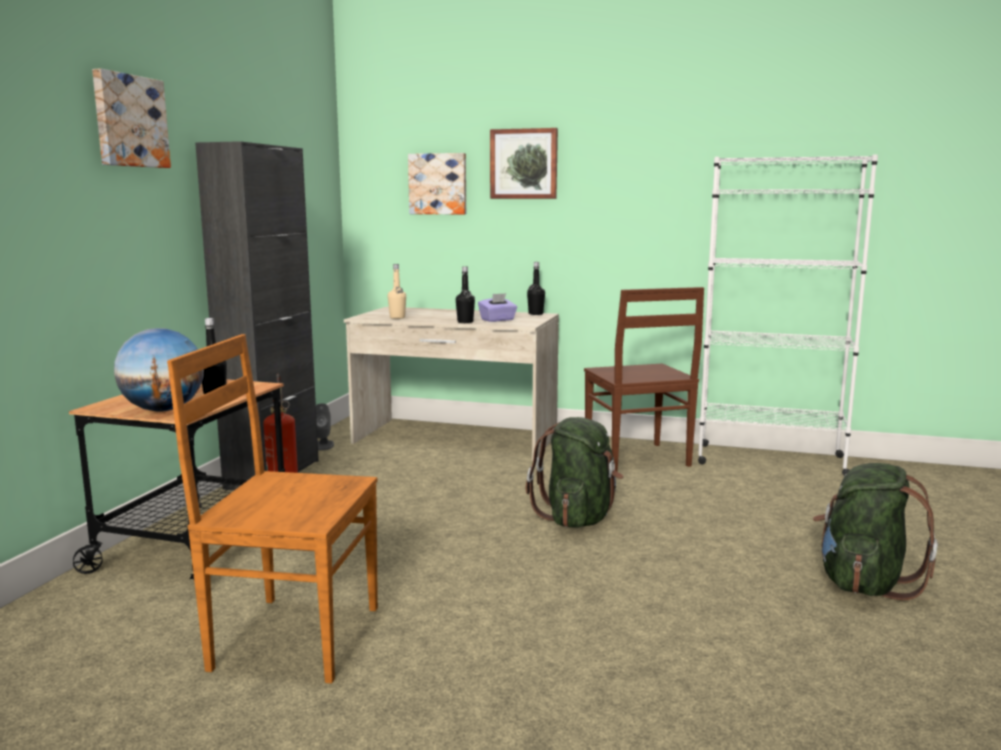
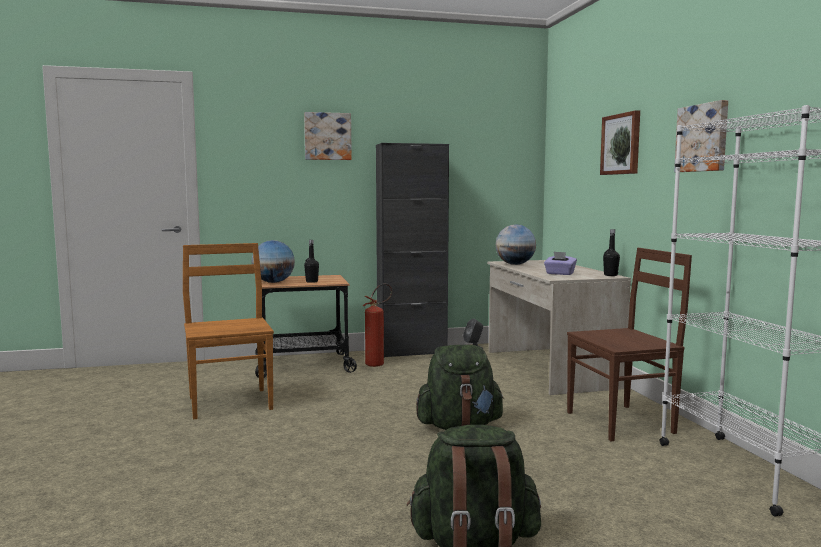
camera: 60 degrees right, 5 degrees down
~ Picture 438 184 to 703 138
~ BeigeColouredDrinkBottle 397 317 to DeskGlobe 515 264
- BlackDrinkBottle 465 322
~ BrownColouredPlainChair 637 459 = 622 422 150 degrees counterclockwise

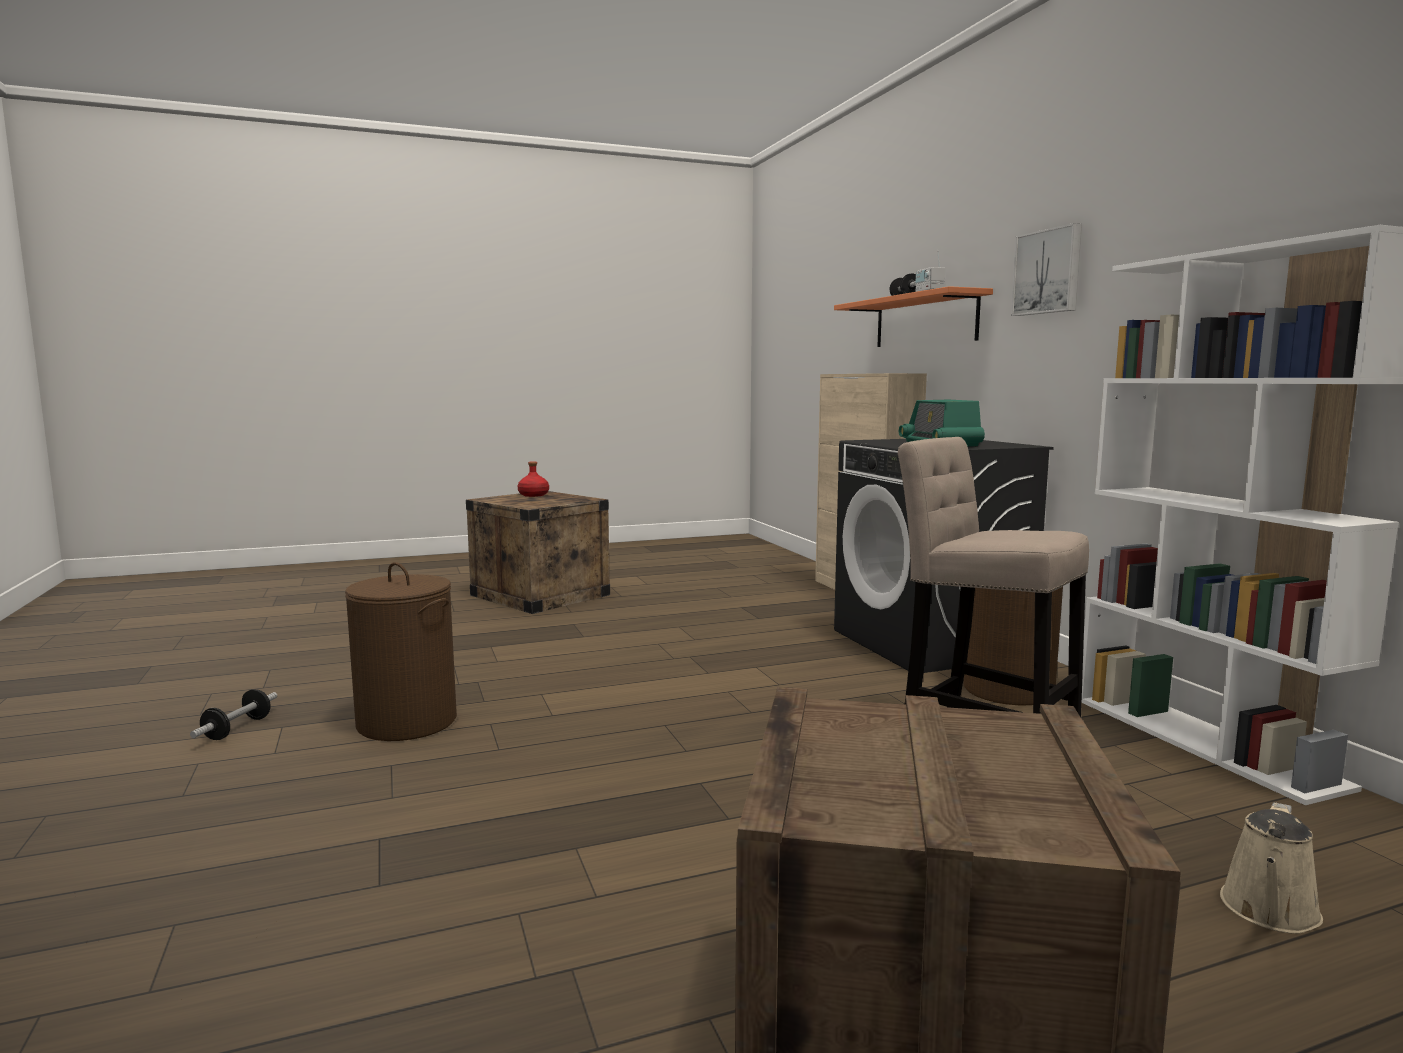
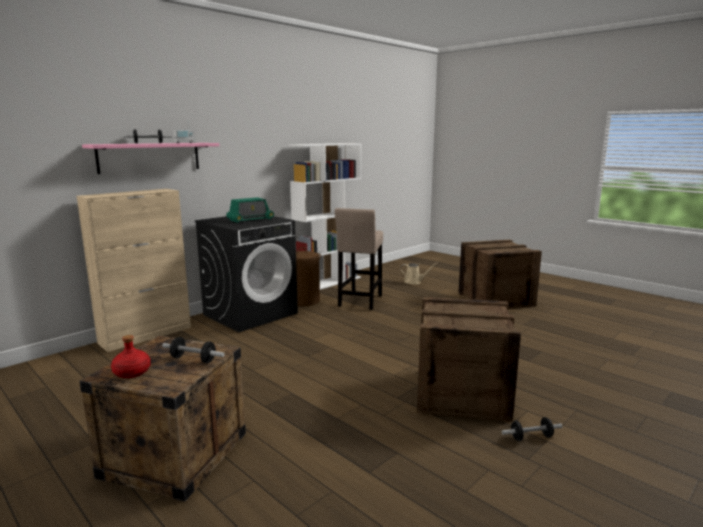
camera: 115 degrees left, 5 degrees up
- Picture 1048 272
~ OrangeyWallShelf 925 321 to PinkColouredWallShelf 150 157
~ BrownColouredLaundryBasket 407 722 to Crate 461 393
+ FreeWeight 193 359

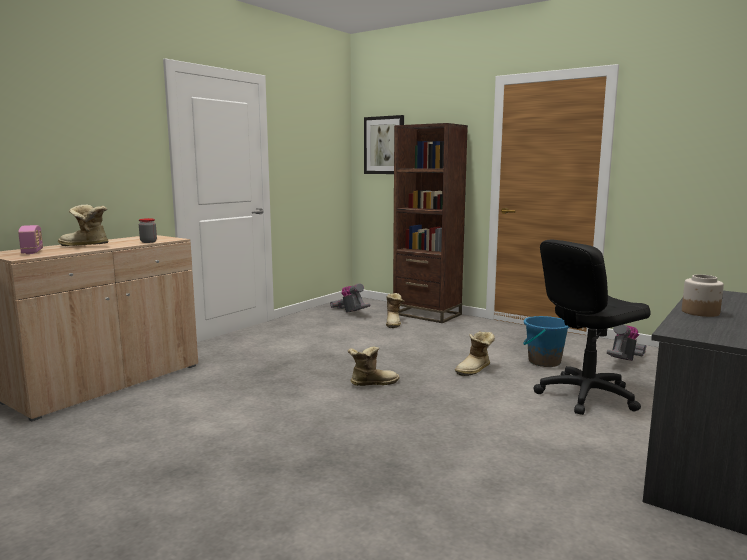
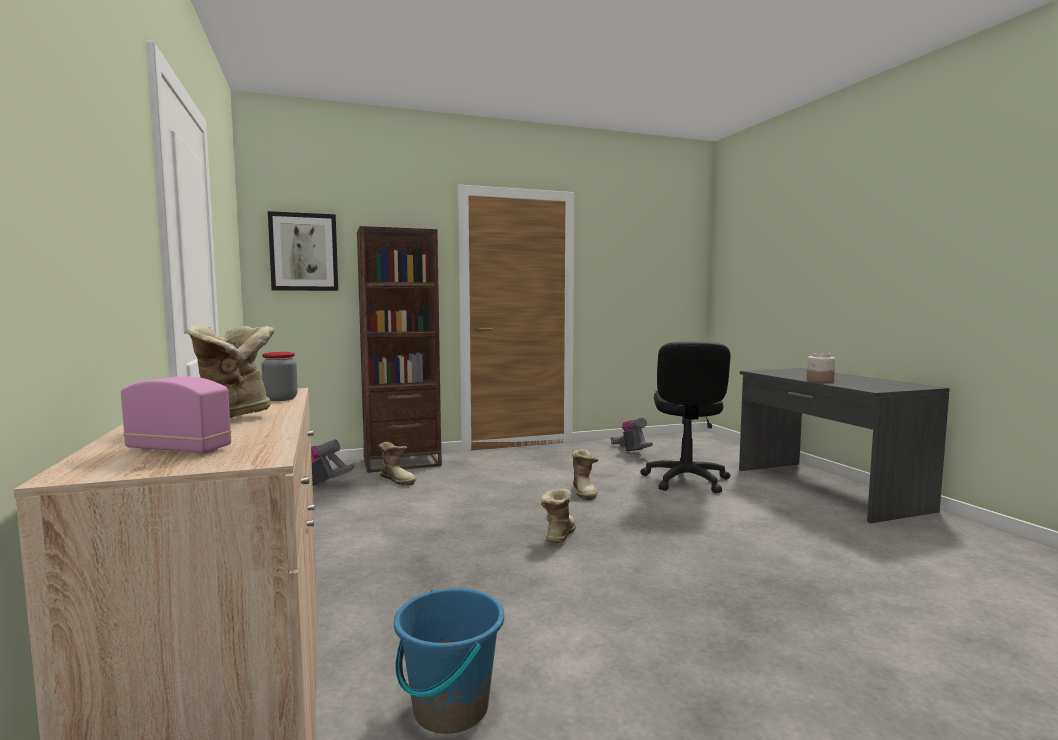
camera: 55 degrees left, 5 degrees down
~ BlueColouredBucket 544 362 to 450 708

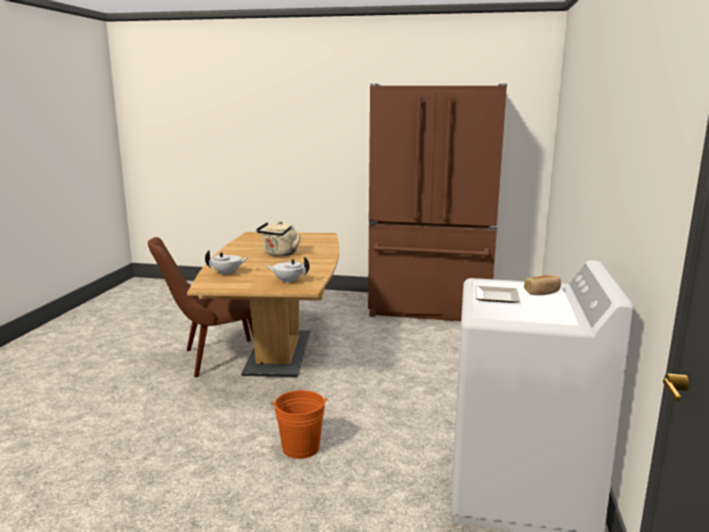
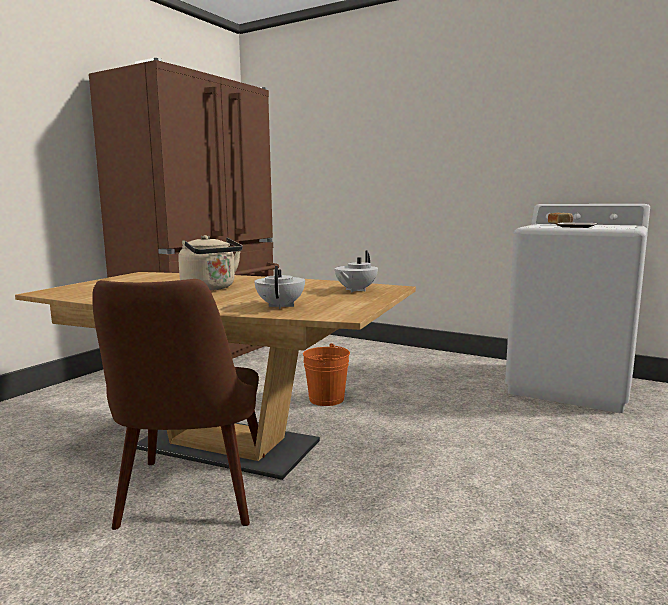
camera: 70 degrees left, 5 degrees down
~ OrangeyBucket 300 447 to 326 399

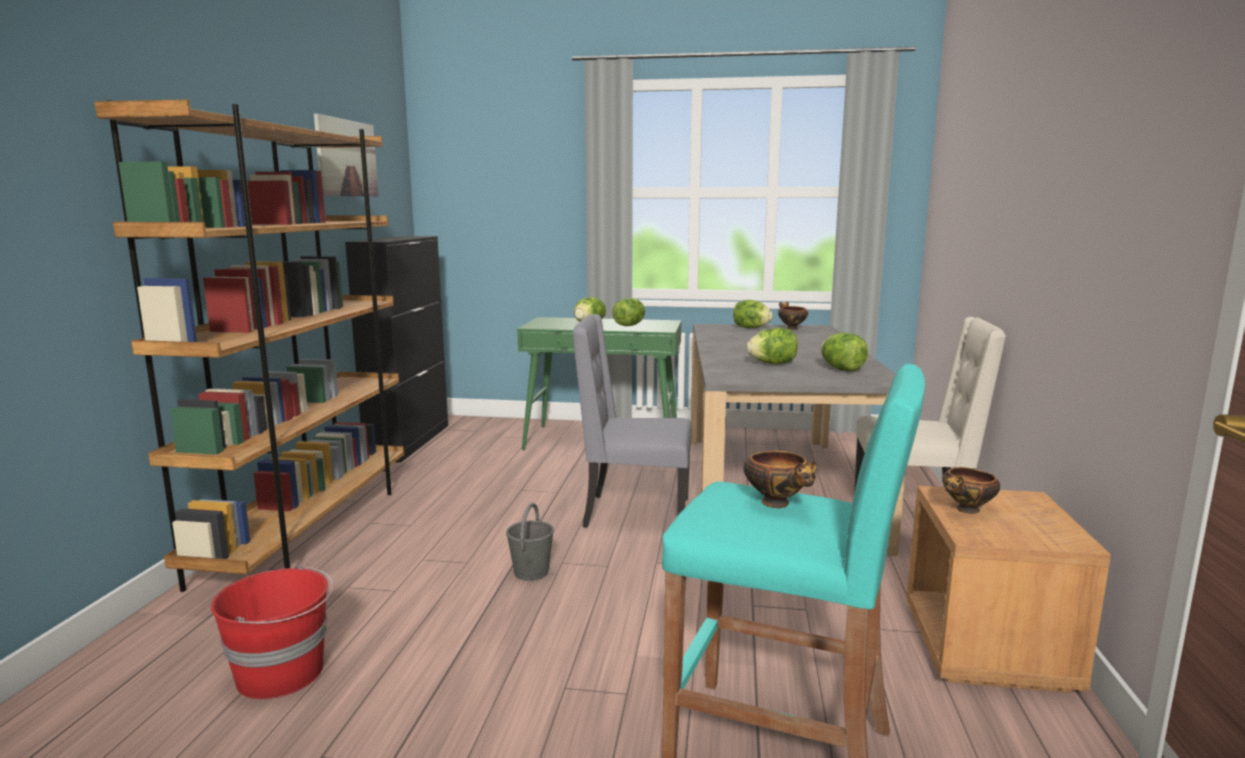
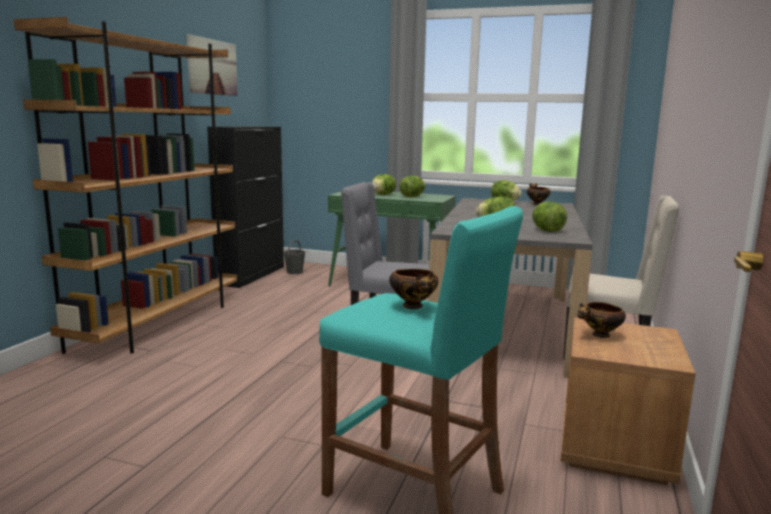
camera: 10 degrees right, 0 degrees up
~ GrayBucket 531 572 to 295 272
- RedColouredBucket 282 673

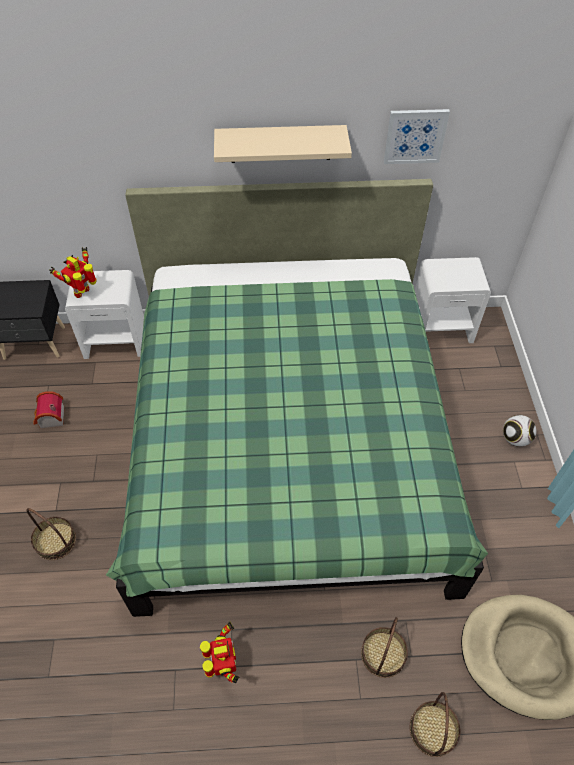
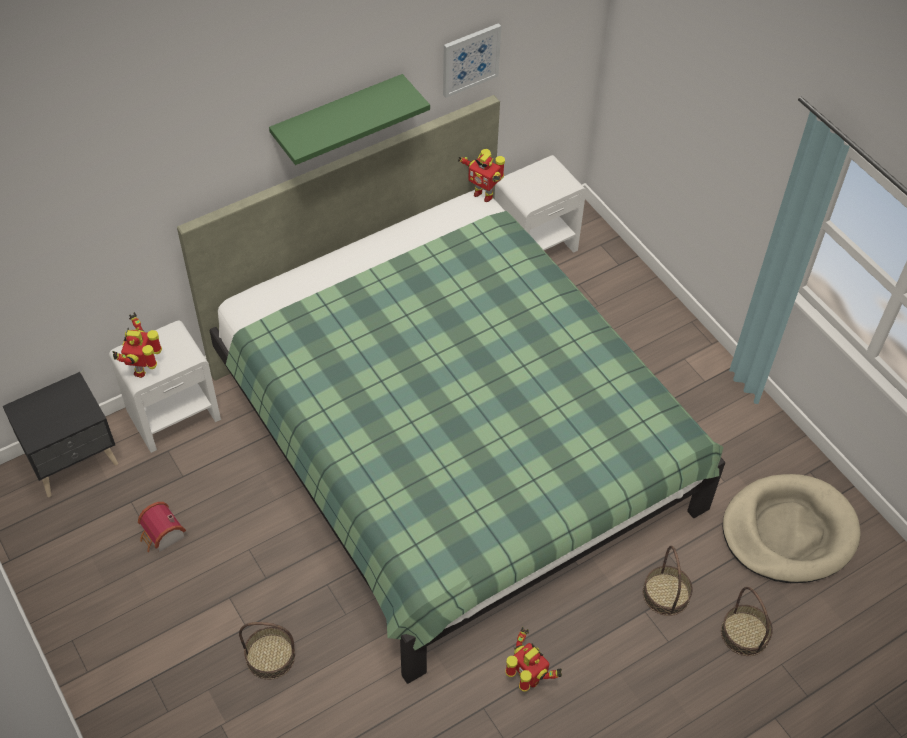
camera: 30 degrees left, 0 degrees up
~ BeigeColouredWallShelf 280 144 to GreenishWallShelf 338 116
- Football 515 439
+ ToyRobot 483 194

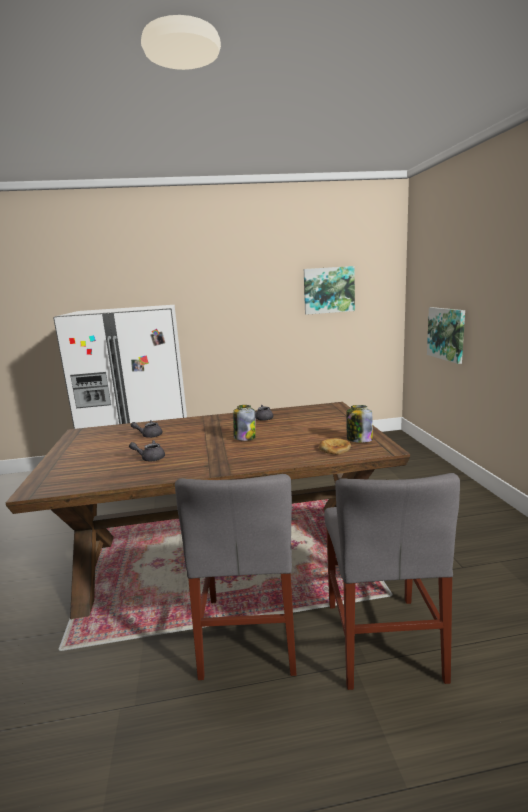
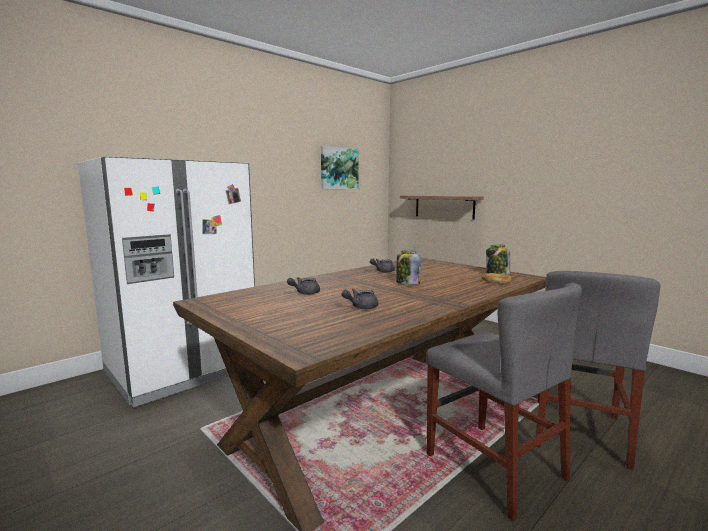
camera: 35 degrees left, 5 degrees down
~ Picture 446 334 to WallShelf 444 206
~ GrayPlainChair 382 639 = 578 430 60 degrees clockwise

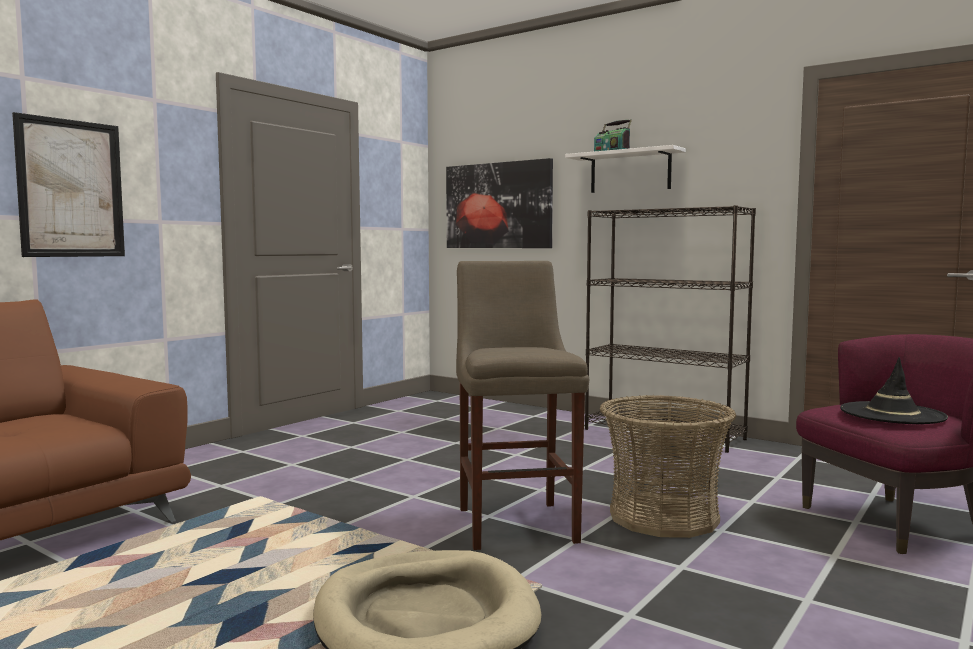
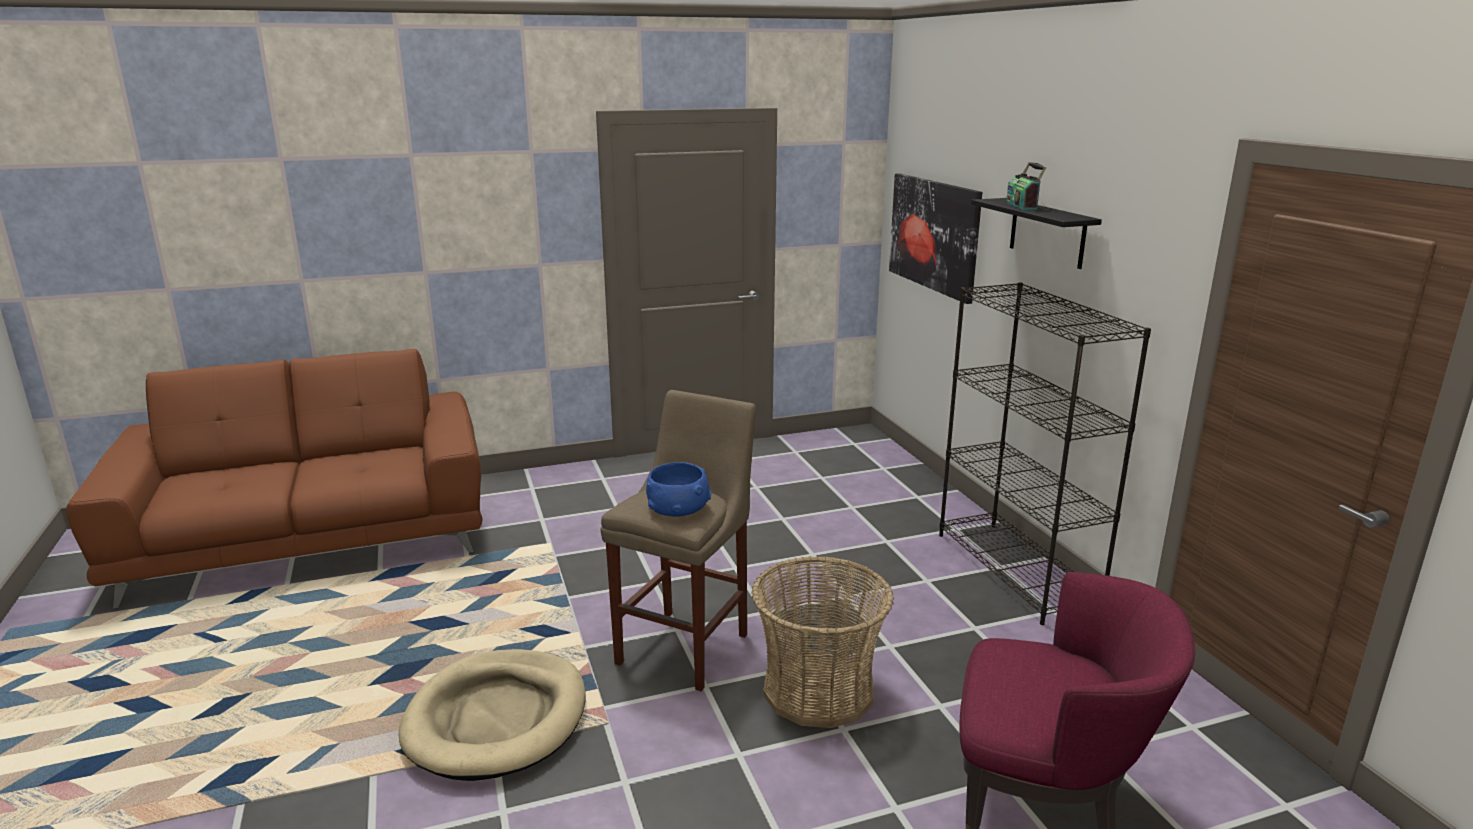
camera: 35 degrees right, 15 degrees up
- Picture 71 188
~ WhitishWallShelf 630 171 to BlackWallShelf 1047 233
- BlackClothingHat 892 414
+ BlueColouredServingBowl 678 507

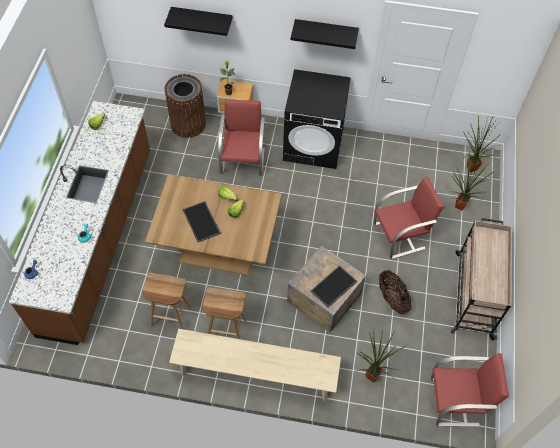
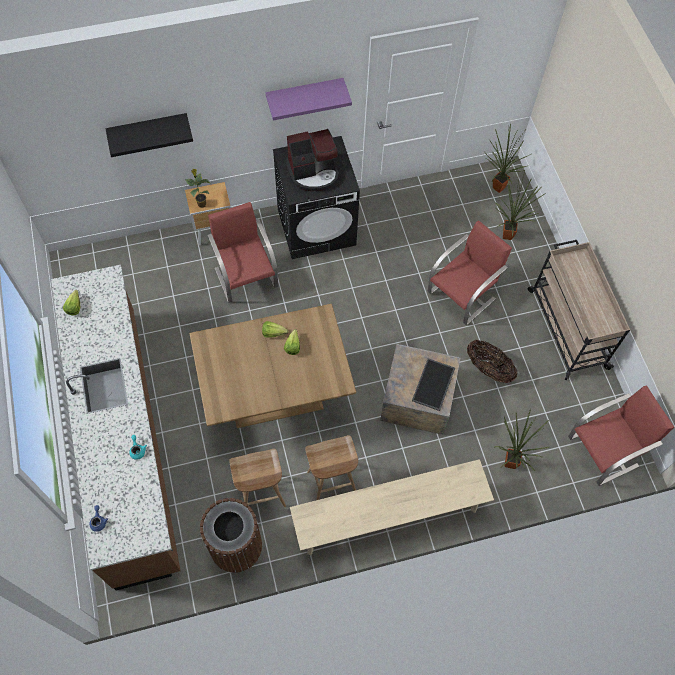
camera: 25 degrees left, 5 degrees up
~ BlackWallShelf 326 31 to PurpleColouredWallShelf 304 94
~ BrownColouredTrashCan 188 124 to 235 546
- Tray 202 221
+ CoffeeMachine 313 172

